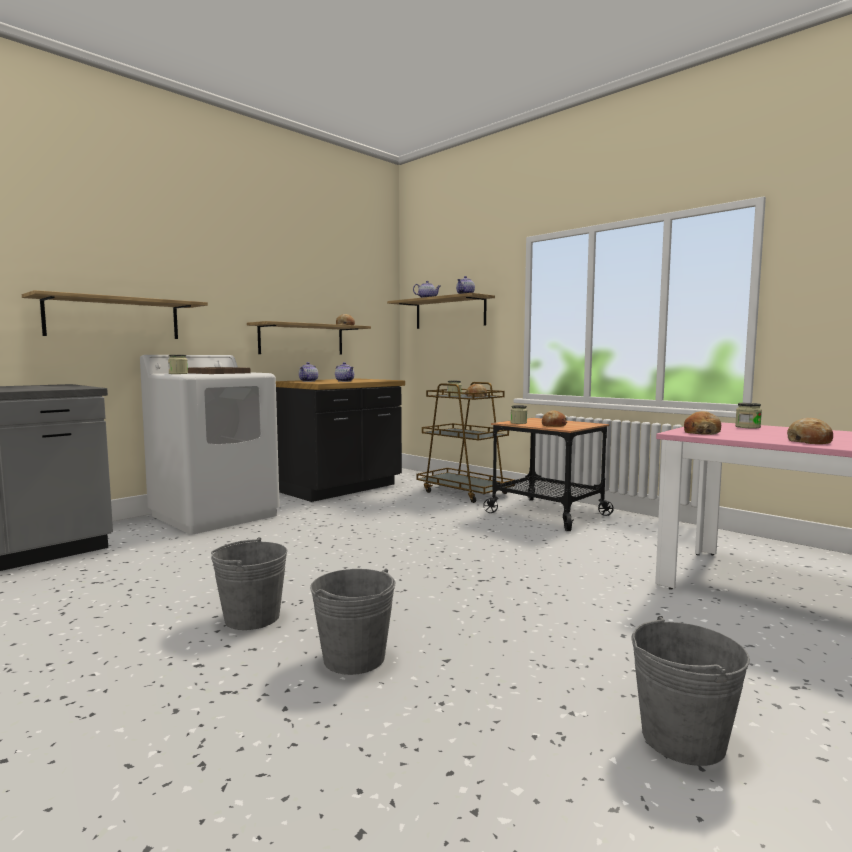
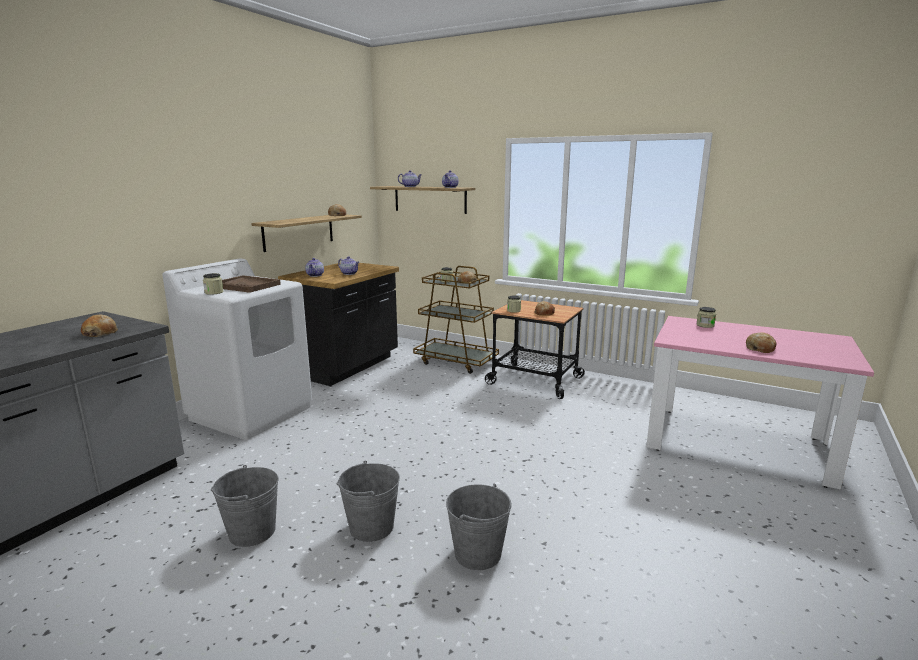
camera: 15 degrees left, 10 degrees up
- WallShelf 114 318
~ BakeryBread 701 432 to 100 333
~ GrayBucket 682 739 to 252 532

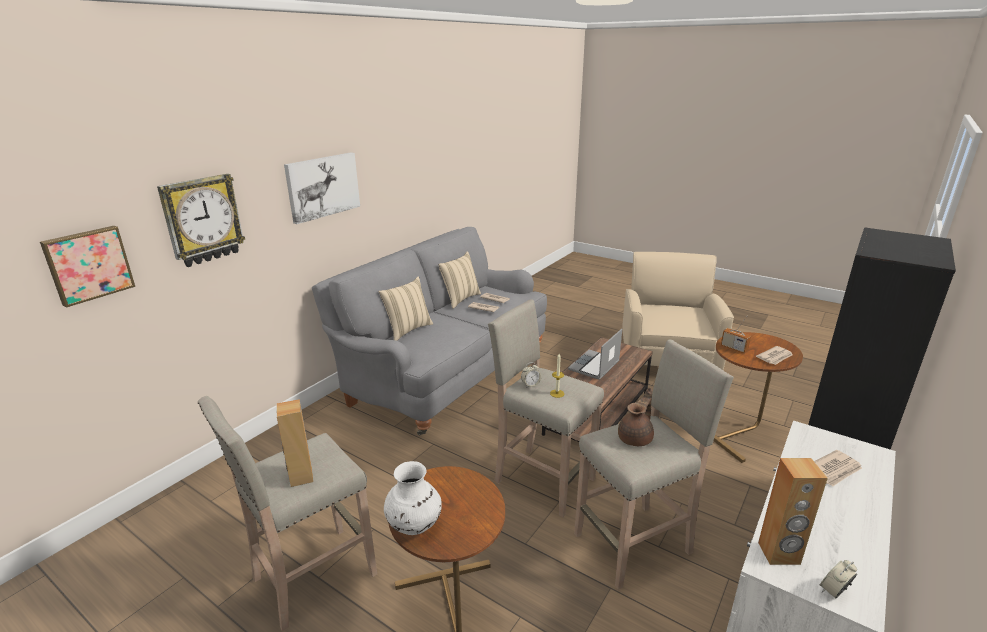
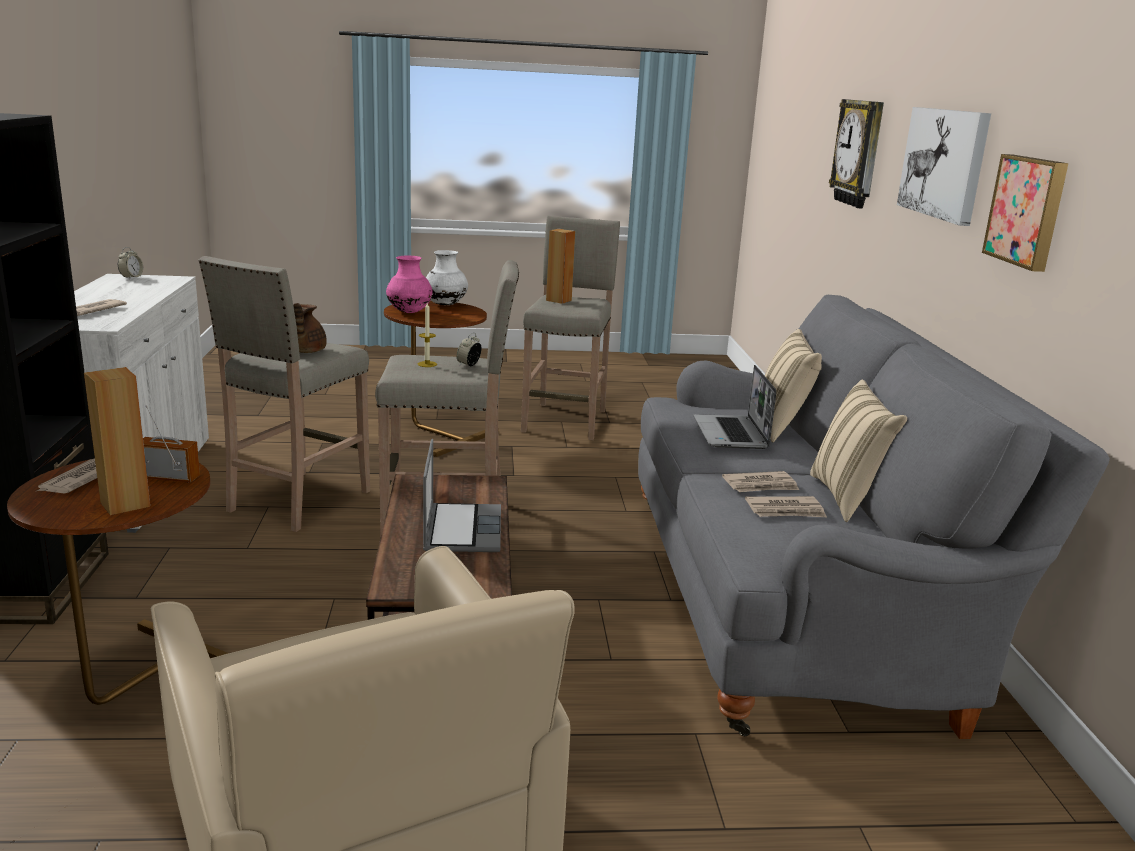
camera: 140 degrees right, 5 degrees down
~ Picture 88 264 to 1028 211
~ BrownColouredAudioSpeaker 779 554 to 125 504
+ PinkColouredFlowerVase 409 312
+ PortableComputer 731 434

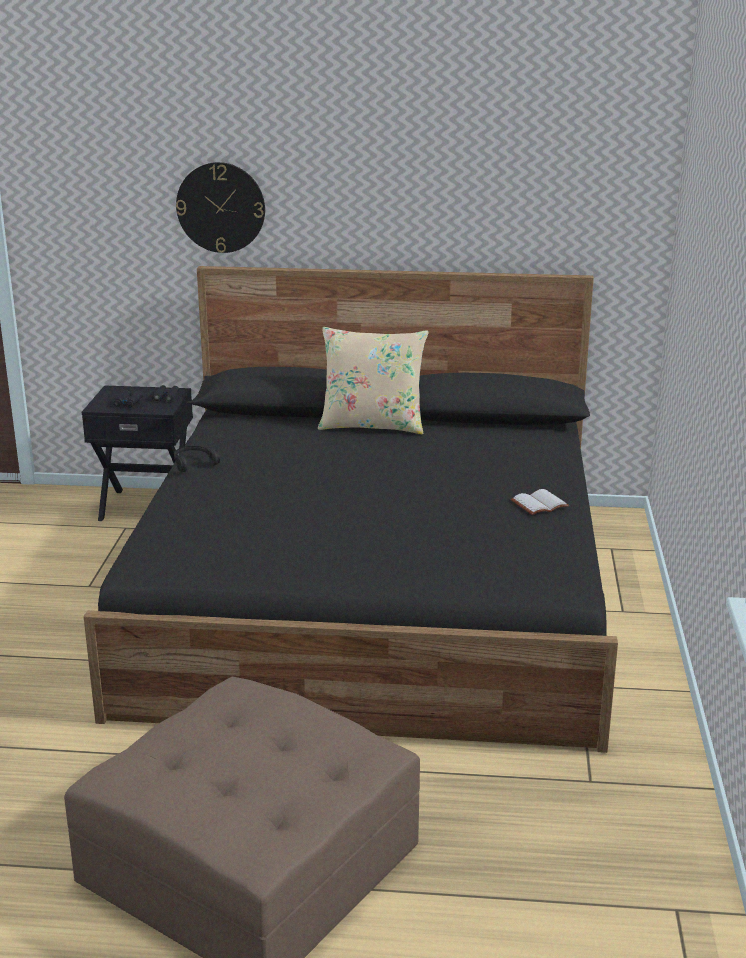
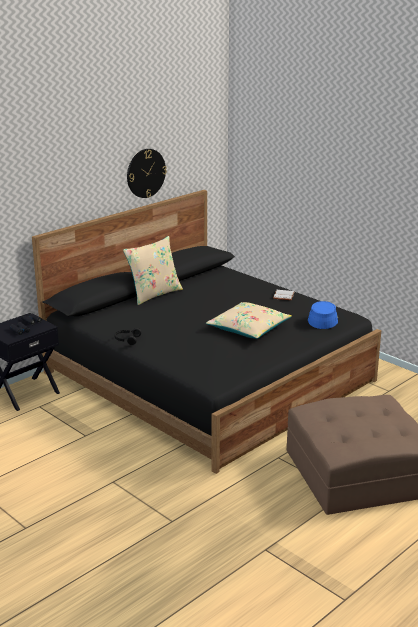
camera: 50 degrees left, 0 degrees up
~ WallClock 221 207 to 146 173
+ BlueColouredClothingHat 322 319
+ BeigeColouredThrowPillow 248 328

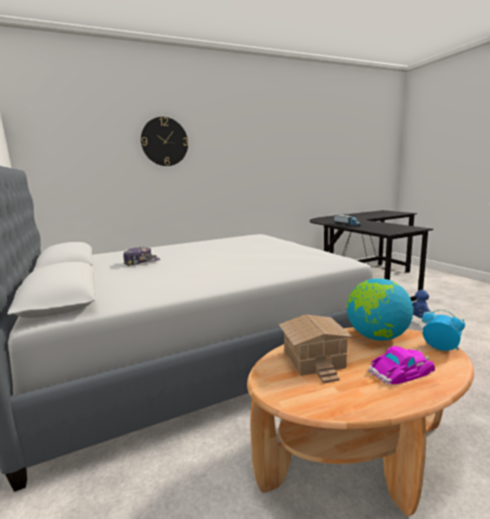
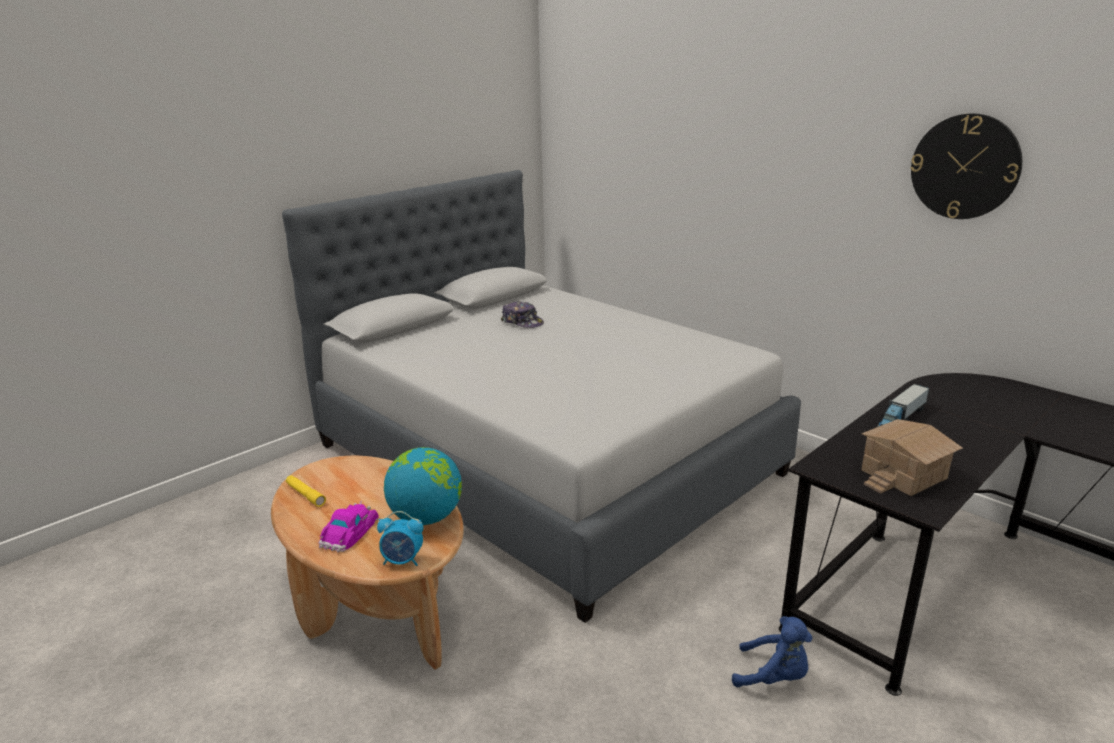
camera: 70 degrees right, 10 degrees up
~ WallClock 164 142 to 964 167
~ BedsideClock 440 348 = 403 561 75 degrees clockwise
~ ToyHouse 312 359 to 902 473
~ MiniatureCar 400 371 = 349 531 120 degrees counterclockwise
+ YellowishHandTorch 305 495

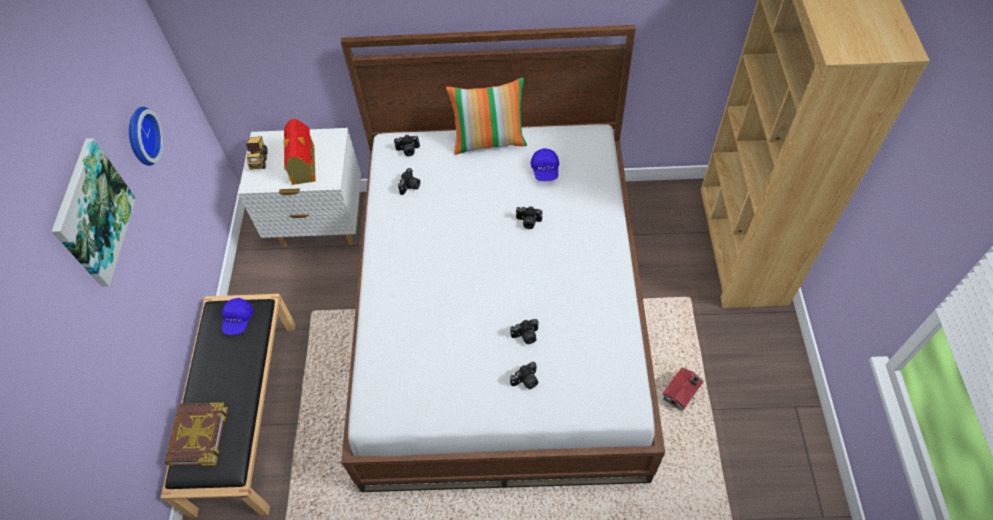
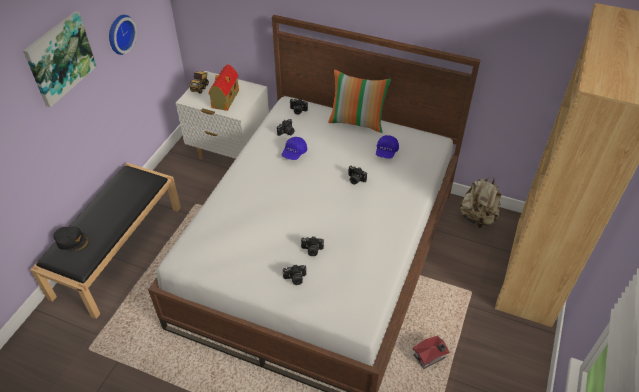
camera: 20 degrees right, 10 degrees down
~ BlueColouredBaseballCap 238 320 to 294 153
~ Volume 198 436 to BlackBaseballCap 72 241
+ BeigeColouredRucksack 477 217

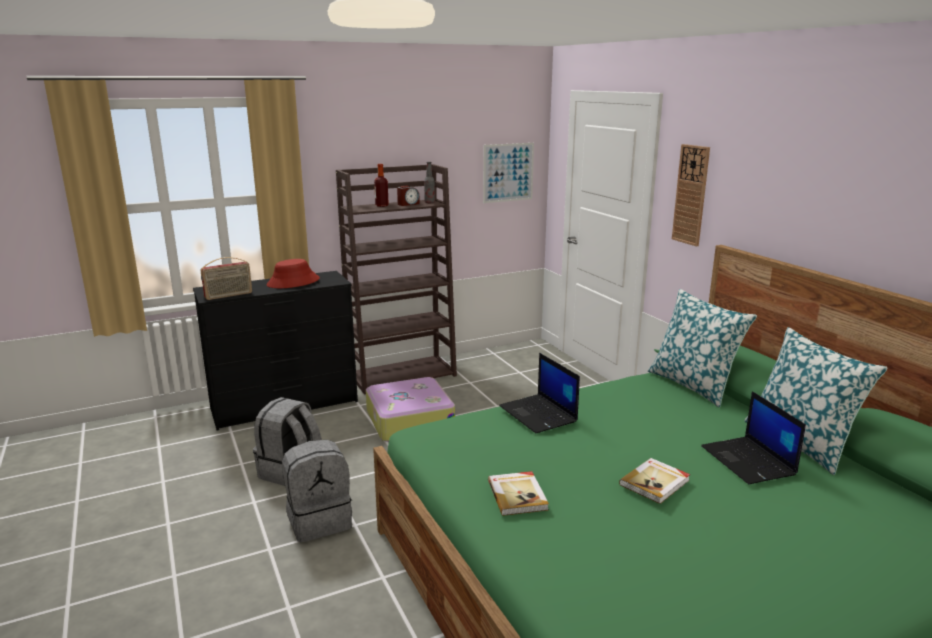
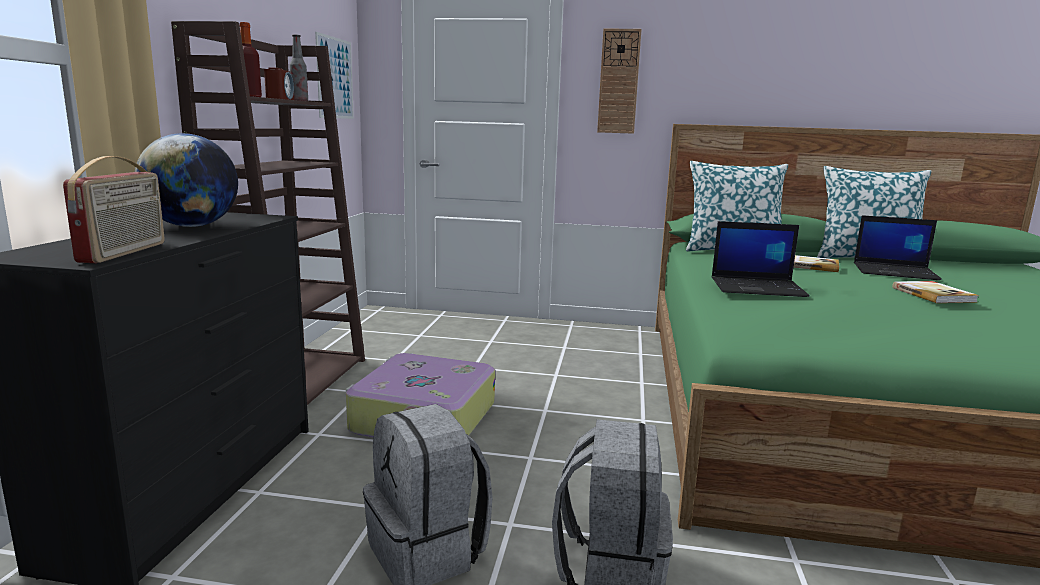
camera: 55 degrees left, 5 degrees down
~ RedColouredClothingHat 293 282 to DeskGlobe 192 226
~ Volume 518 495 to 811 265

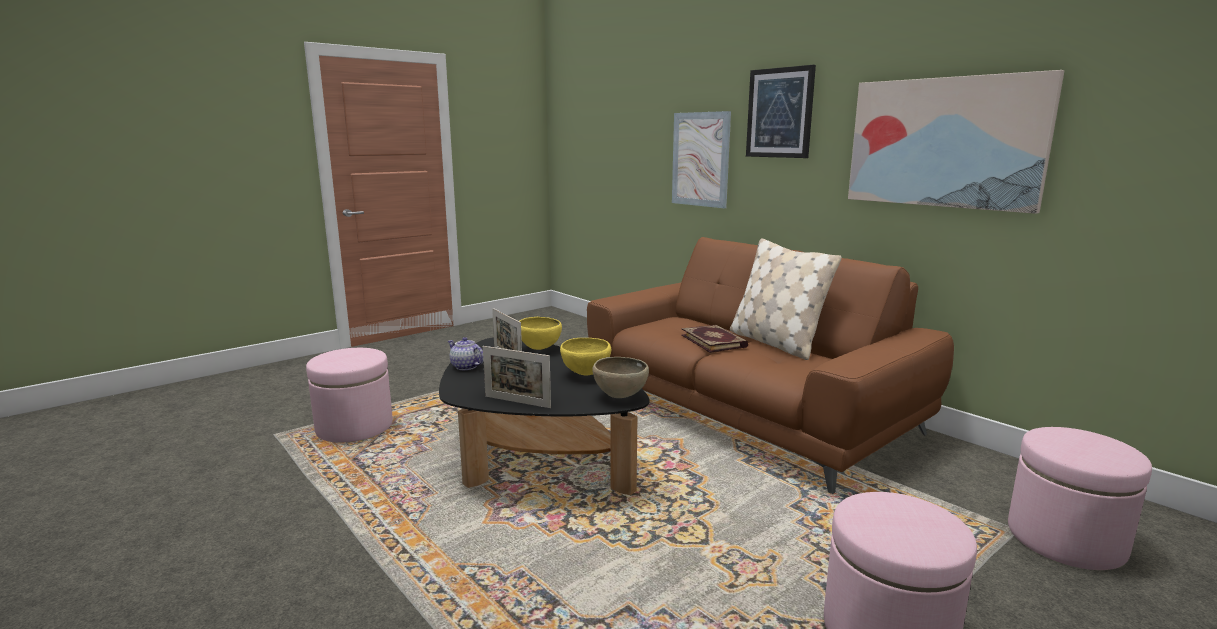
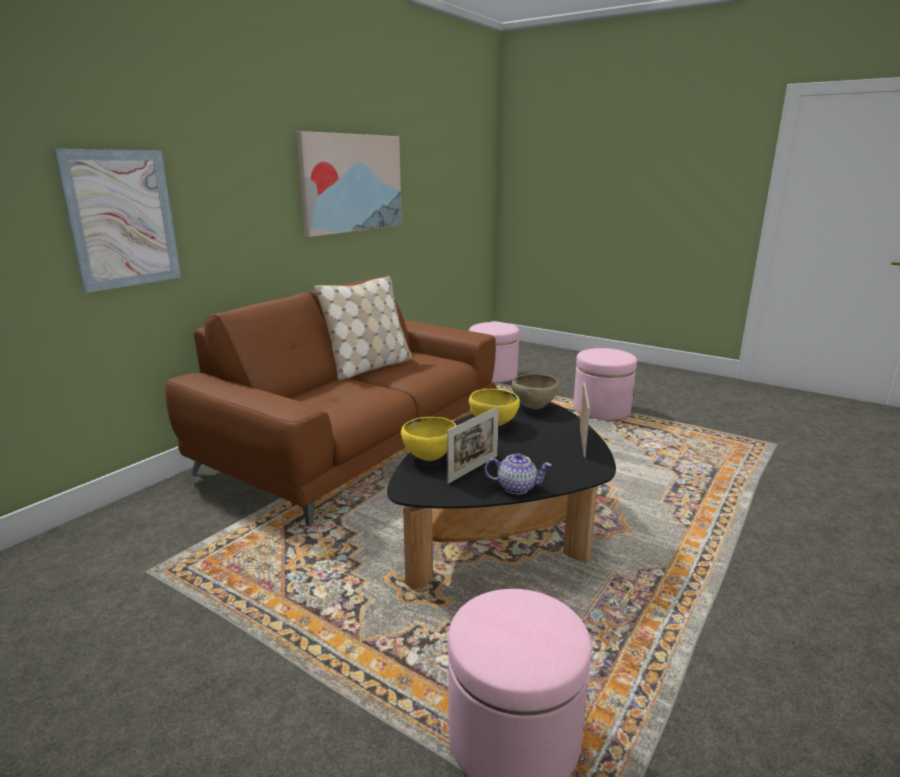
camera: 105 degrees left, 5 degrees up
- Picture 780 113
- Volume 714 341
~ TeaPot 465 366 = 517 487 105 degrees counterclockwise

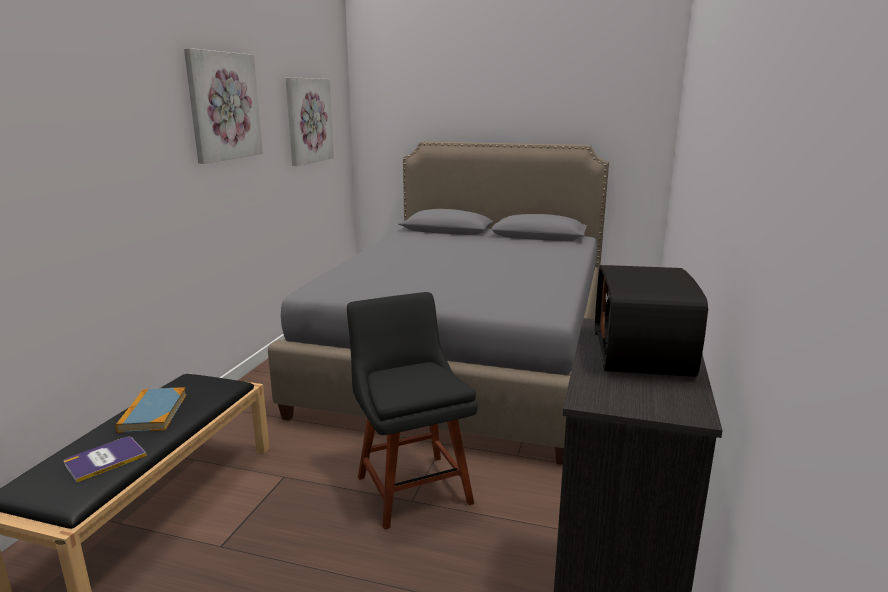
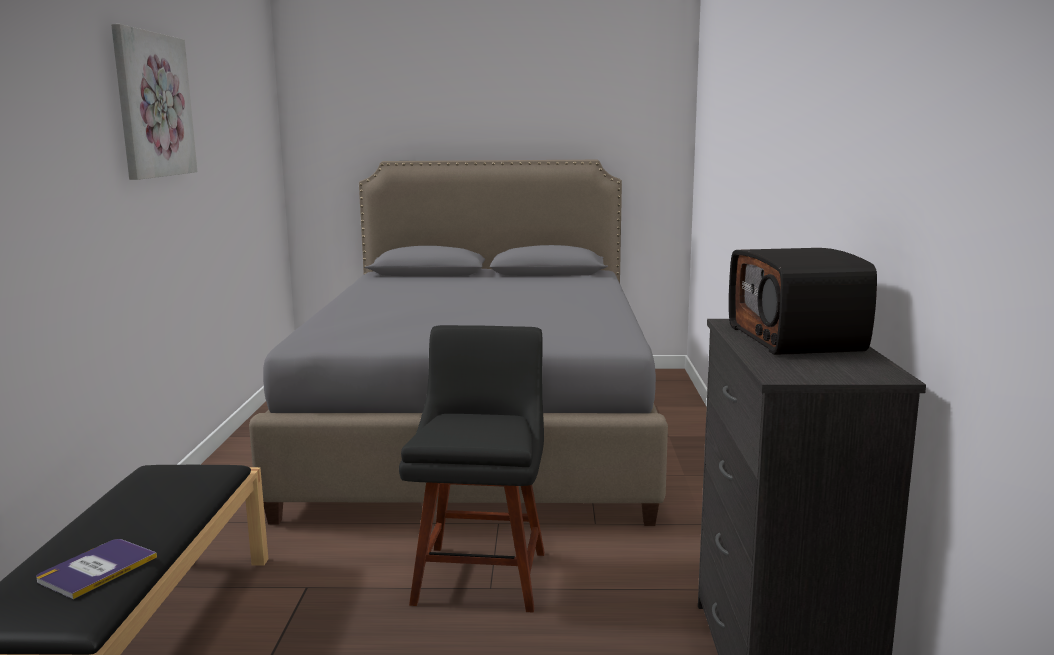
camera: 15 degrees left, 5 degrees down
- Picture 308 120
~ BlackPlainChair 411 486 = 482 573 45 degrees clockwise
- Volume 153 413

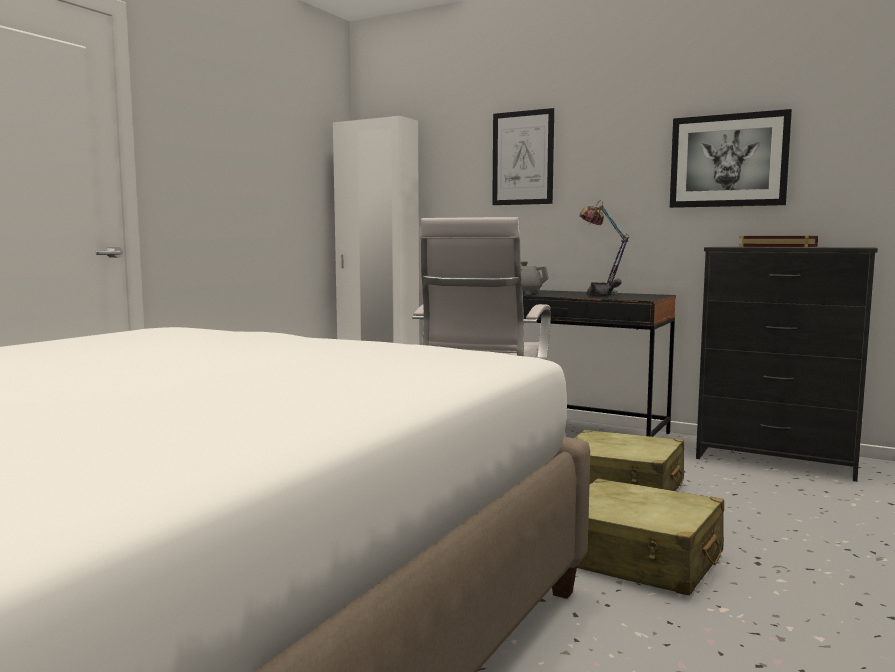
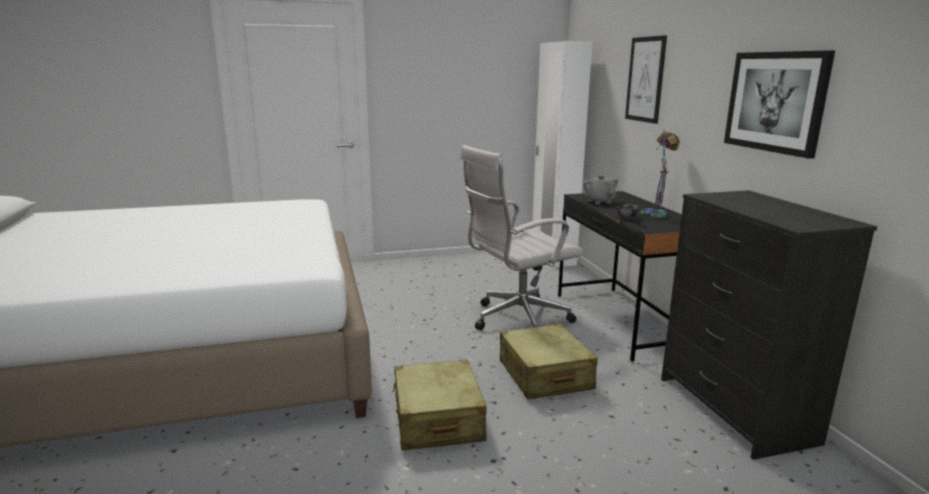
camera: 45 degrees right, 10 degrees up
- Volume 778 246

